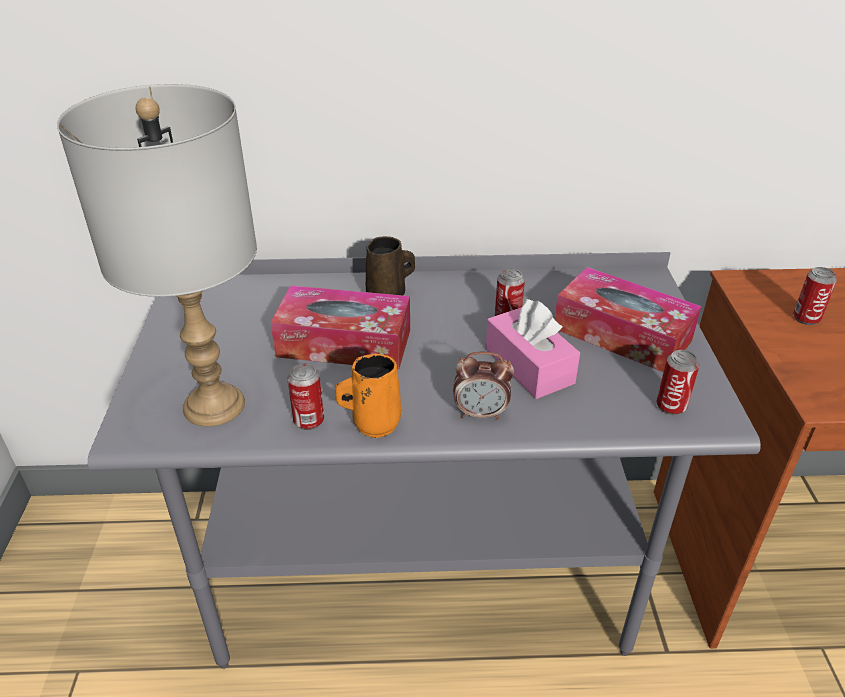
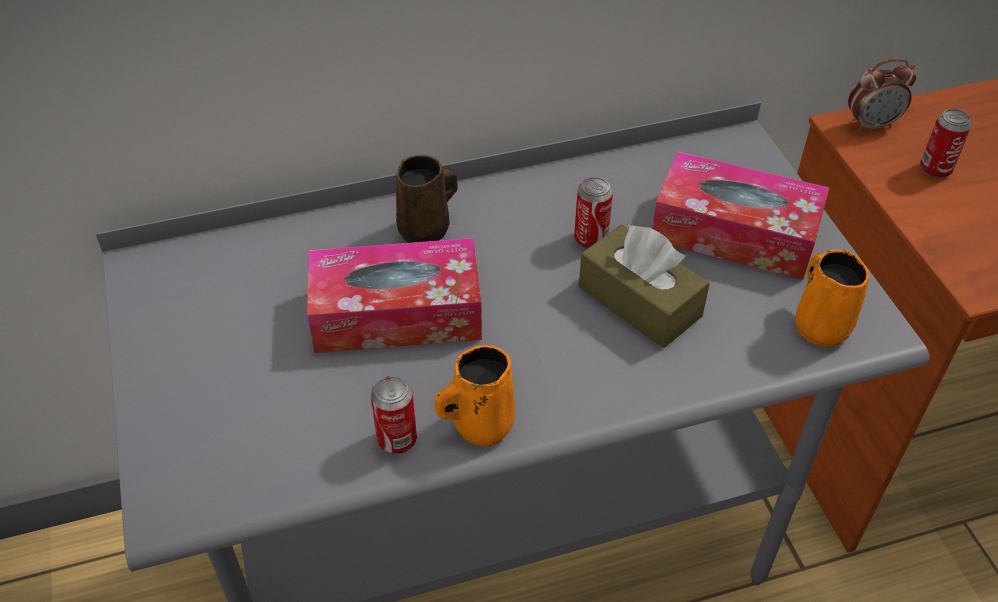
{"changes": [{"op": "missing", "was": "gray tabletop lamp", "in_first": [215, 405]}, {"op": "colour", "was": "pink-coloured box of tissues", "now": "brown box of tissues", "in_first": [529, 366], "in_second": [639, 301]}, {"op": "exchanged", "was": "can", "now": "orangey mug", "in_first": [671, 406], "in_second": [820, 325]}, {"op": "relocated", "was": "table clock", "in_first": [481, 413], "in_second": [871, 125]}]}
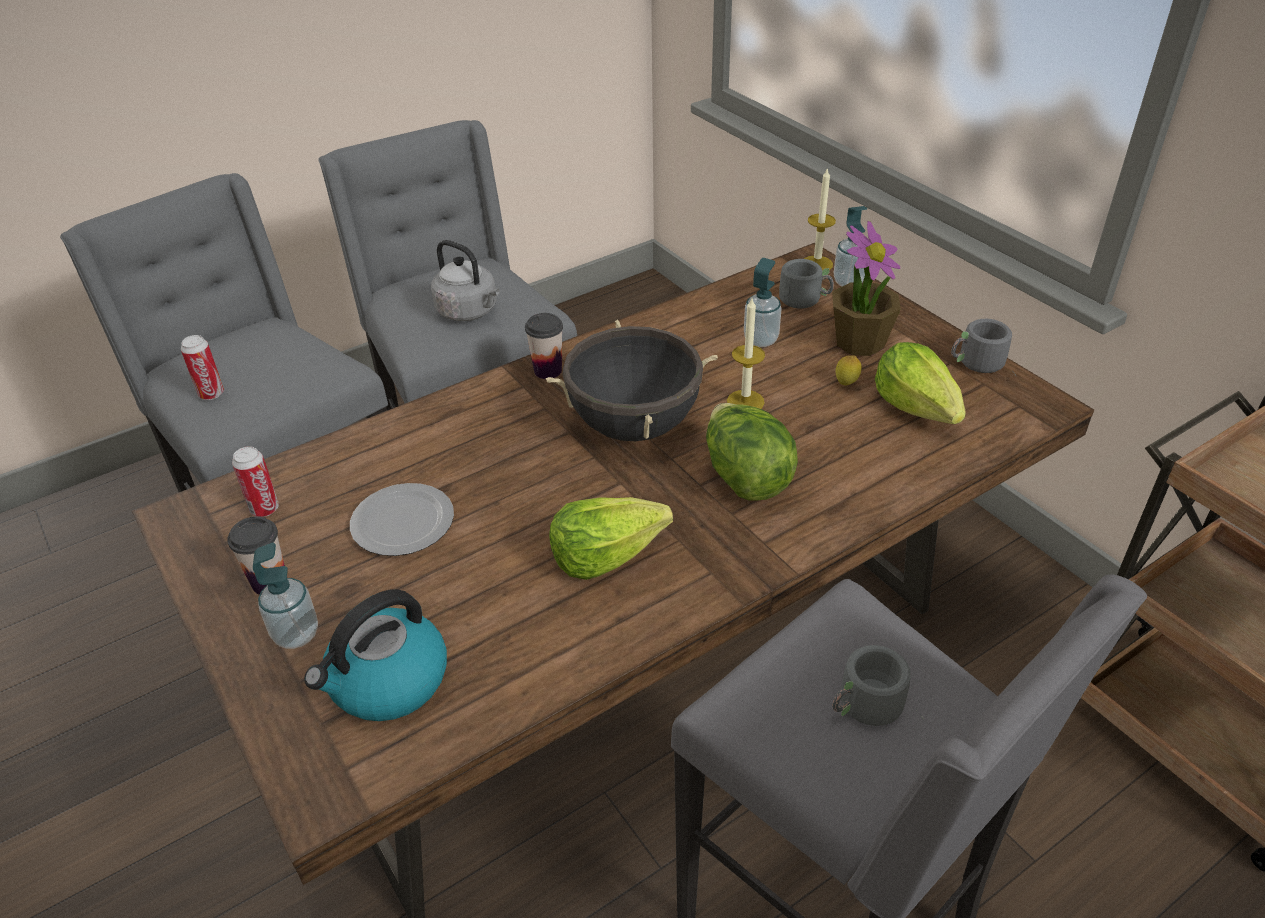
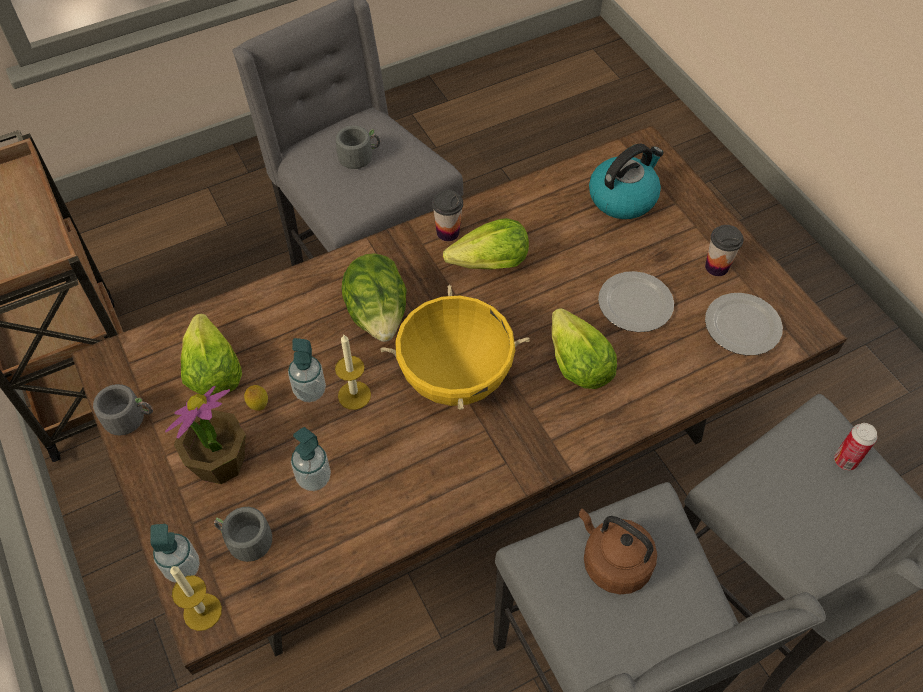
{"changes": [{"op": "colour", "was": "gray kettle", "now": "brown kettle", "in_first": [469, 312], "in_second": [613, 562]}, {"op": "relocated", "was": "small cup", "in_first": [548, 371], "in_second": [448, 232]}, {"op": "colour", "was": "black stockpot", "now": "yellow-coloured stockpot", "in_first": [634, 426], "in_second": [455, 378]}, {"op": "exchanged", "was": "can", "now": "plate", "in_first": [264, 509], "in_second": [743, 327]}, {"op": "relocated", "was": "soap dispenser", "in_first": [296, 634], "in_second": [310, 391]}, {"op": "appeared", "now": "head of lettuce", "in_second": [577, 364]}]}
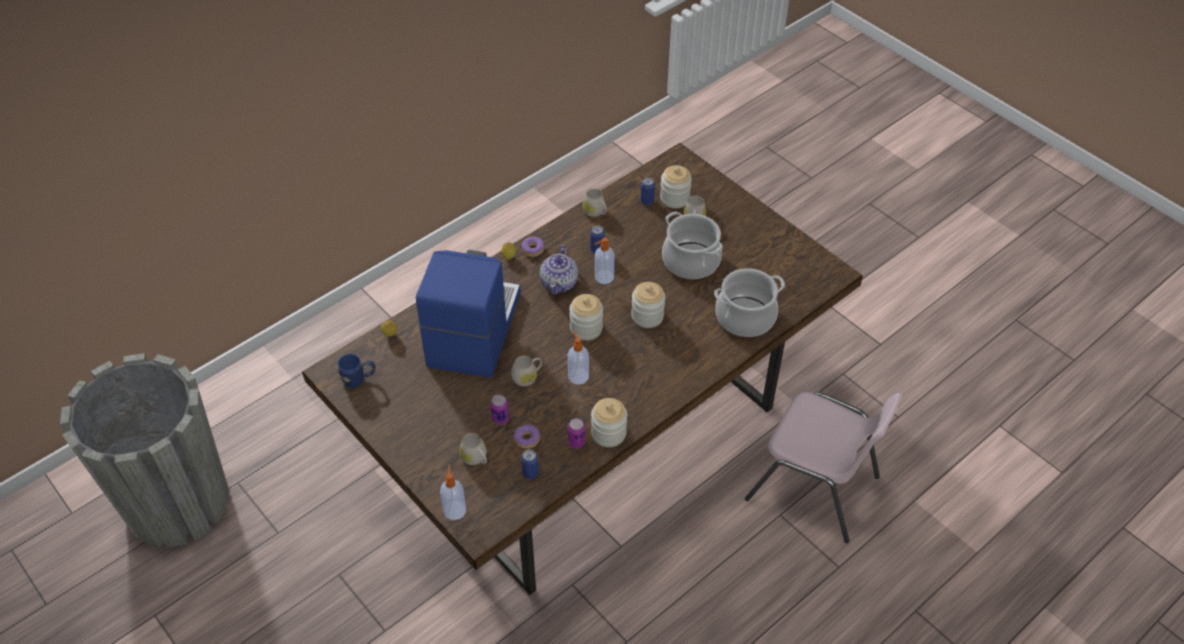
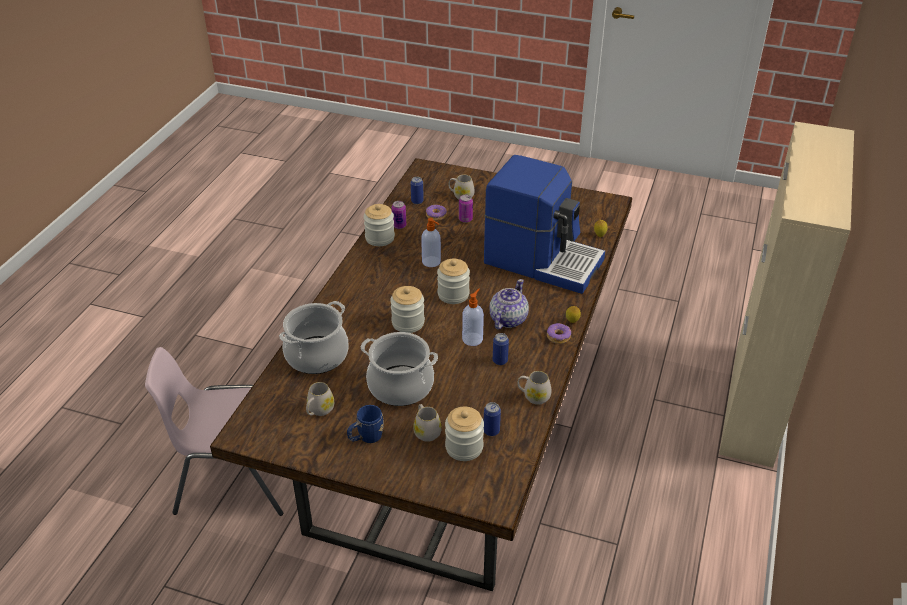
{"changes": [{"op": "spun", "was": "teapot", "in_first": [559, 282], "in_second": [507, 319], "clockwise": 45}, {"op": "spun", "was": "coffee maker", "in_first": [472, 330], "in_second": [543, 260], "clockwise": -45}, {"op": "missing", "was": "gray planter", "in_first": [177, 503]}, {"op": "relocated", "was": "bluish mug", "in_first": [358, 379], "in_second": [366, 438]}, {"op": "relocated", "was": "white-coloured mug", "in_first": [527, 377], "in_second": [319, 411]}, {"op": "missing", "was": "soap dispenser", "in_first": [454, 509]}, {"op": "appeared", "now": "beige-coloured cabinet", "in_second": [753, 404]}]}
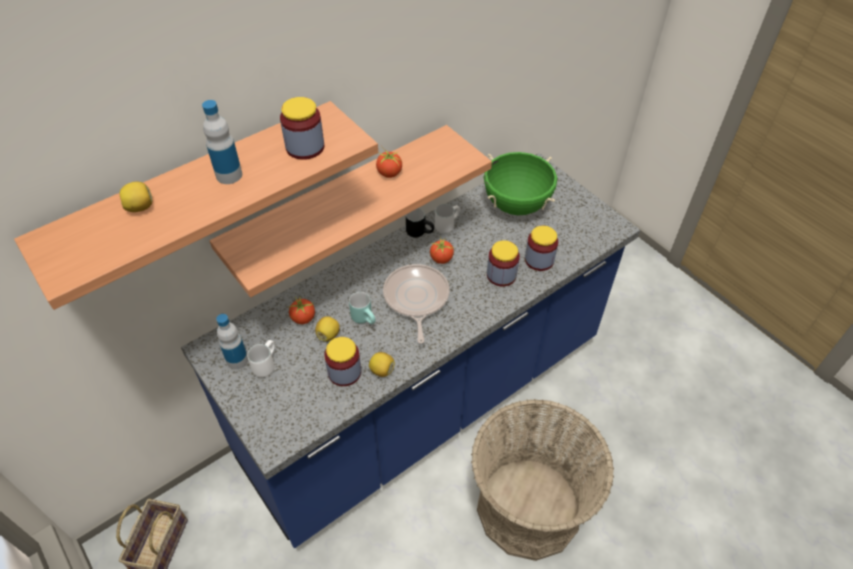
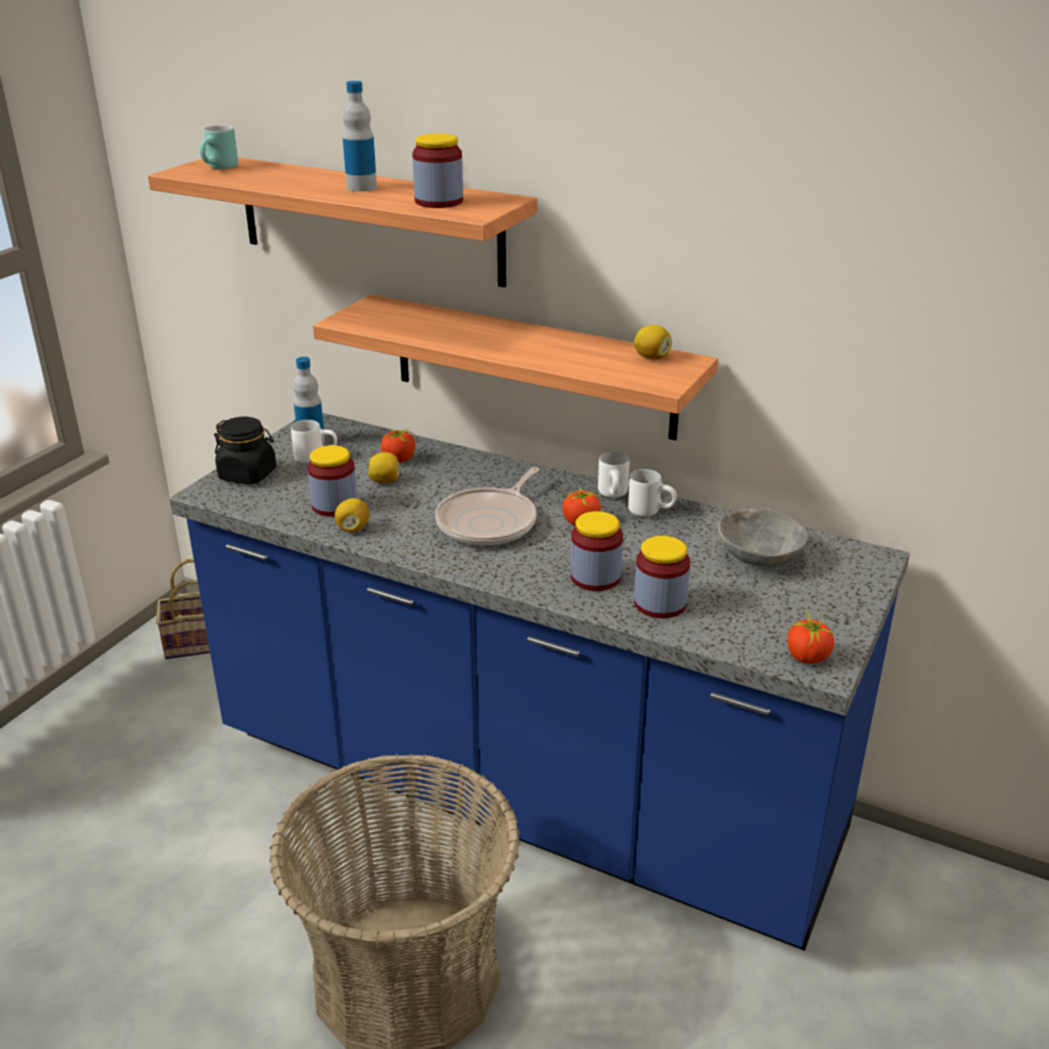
{"changes": [{"op": "relocated", "was": "tomato", "in_first": [389, 173], "in_second": [807, 657]}, {"op": "exchanged", "was": "green-coloured stockpot", "now": "gray deep dish", "in_first": [516, 205], "in_second": [758, 557]}, {"op": "relocated", "was": "whole lemon", "in_first": [140, 207], "in_second": [651, 357]}, {"op": "colour", "was": "black mug", "now": "white-coloured mug", "in_first": [420, 232], "in_second": [615, 495]}, {"op": "spun", "was": "frying pan", "in_first": [416, 299], "in_second": [490, 522], "clockwise": 150}, {"op": "relocated", "was": "turquoise mug", "in_first": [365, 318], "in_second": [221, 168]}, {"op": "appeared", "now": "black preserve jar", "in_second": [248, 475]}]}
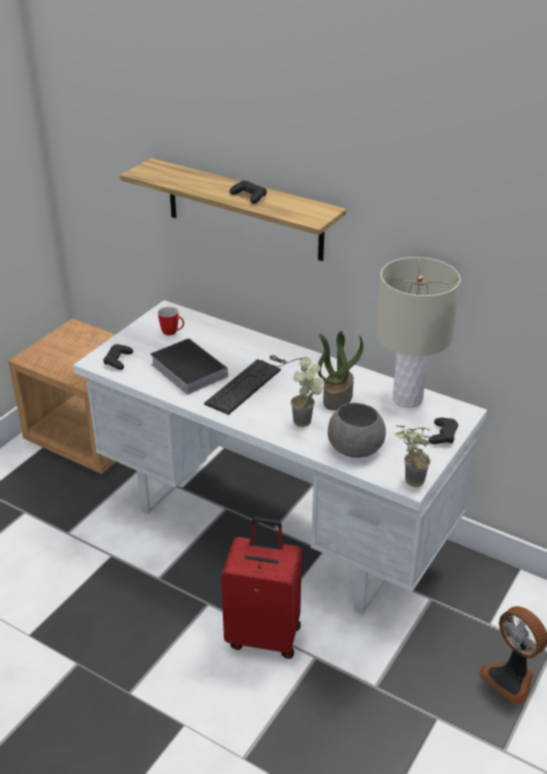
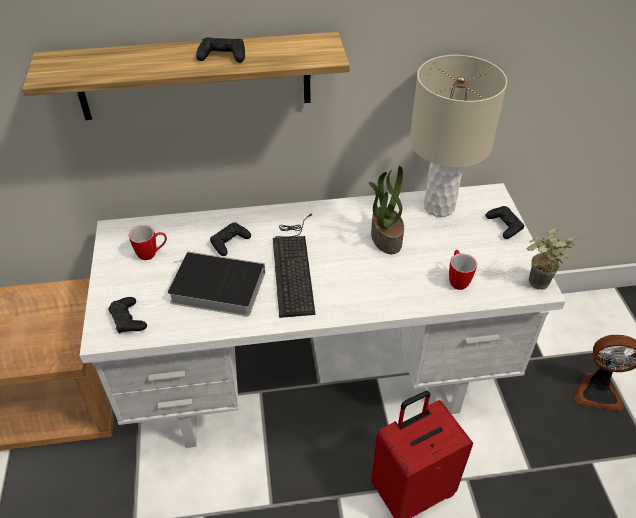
{"changes": [{"op": "missing", "was": "potted plant", "in_first": [308, 423]}, {"op": "exchanged", "was": "gray deep dish", "now": "mug", "in_first": [354, 447], "in_second": [457, 279]}, {"op": "appeared", "now": "black gamepad", "in_second": [229, 242]}]}
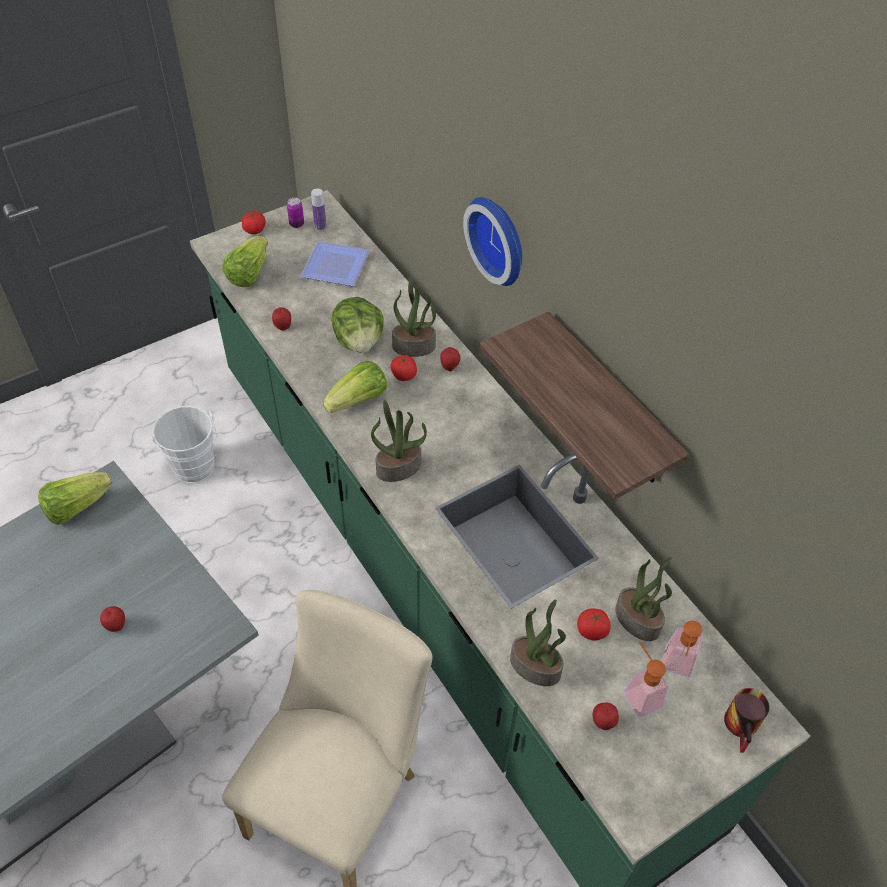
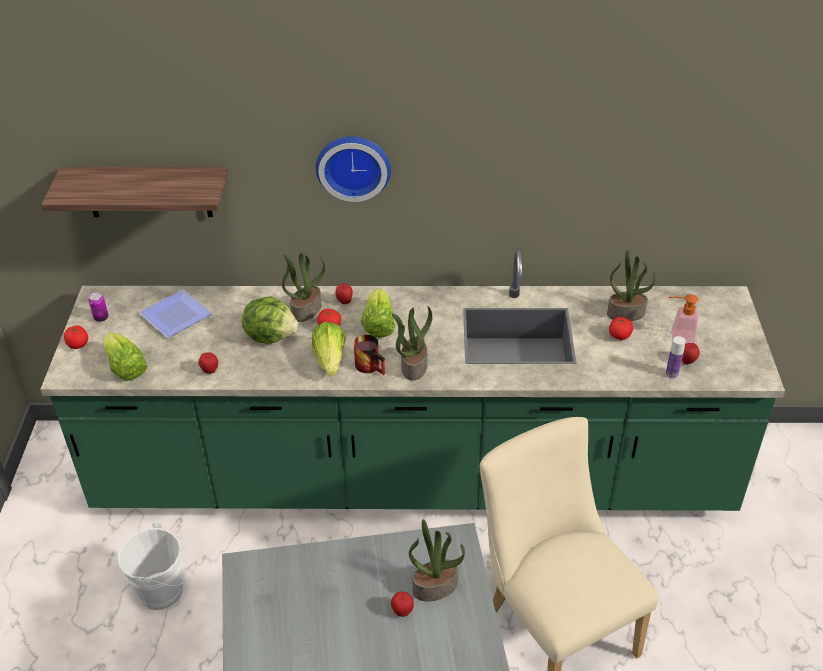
{"changes": [{"op": "relocated", "was": "beverage bottle", "in_first": [320, 227], "in_second": [671, 374]}, {"op": "relocated", "was": "wall shelf", "in_first": [609, 404], "in_second": [148, 192]}, {"op": "relocated", "was": "head of lettuce", "in_first": [77, 506], "in_second": [378, 325]}, {"op": "relocated", "was": "potted plant", "in_first": [536, 666], "in_second": [435, 586]}, {"op": "missing", "was": "soap dispenser", "in_first": [676, 667]}, {"op": "relocated", "was": "mug", "in_first": [744, 728], "in_second": [372, 366]}]}
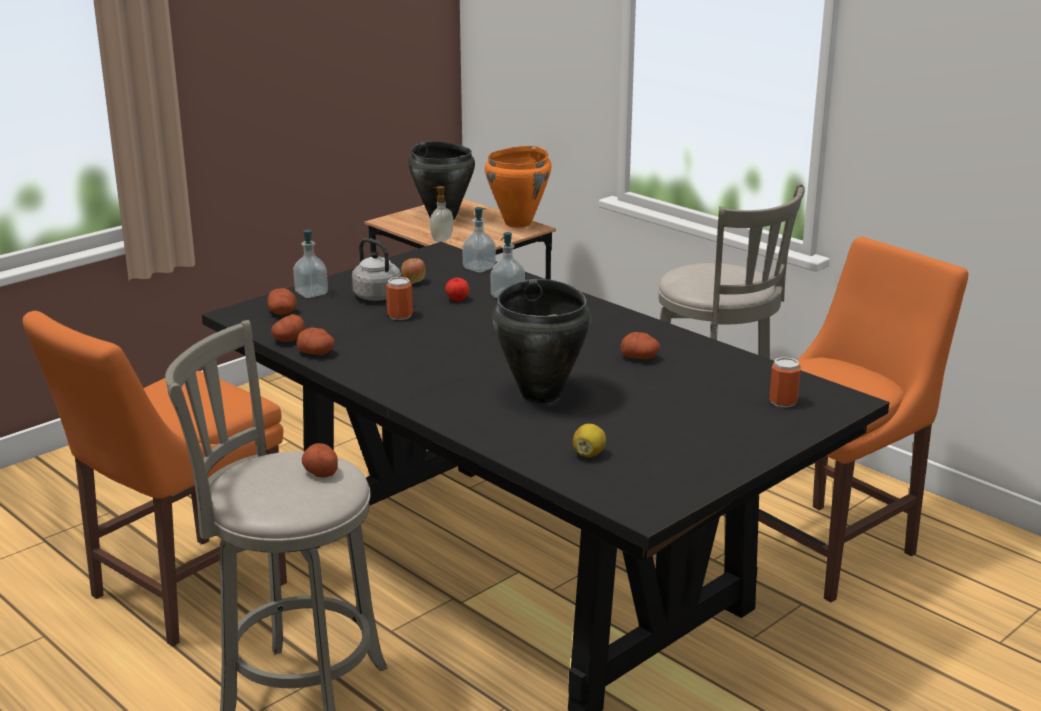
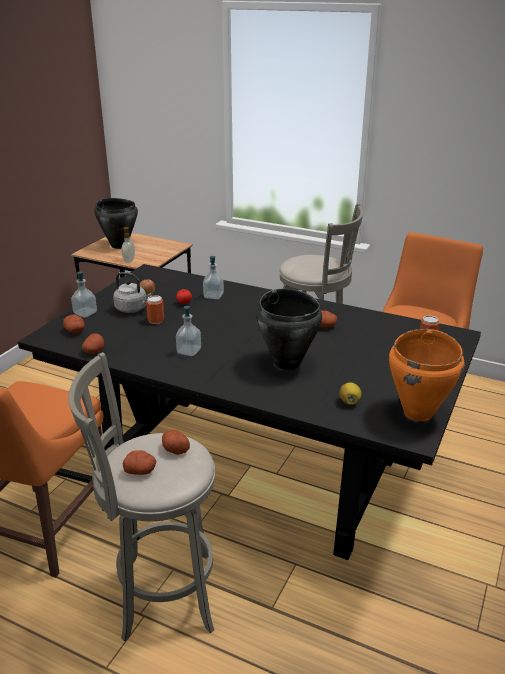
{"changes": [{"op": "relocated", "was": "orangey stockpot", "in_first": [519, 223], "in_second": [419, 412]}, {"op": "relocated", "was": "soap dispenser", "in_first": [479, 268], "in_second": [189, 351]}, {"op": "relocated", "was": "potato", "in_first": [317, 353], "in_second": [141, 470]}]}
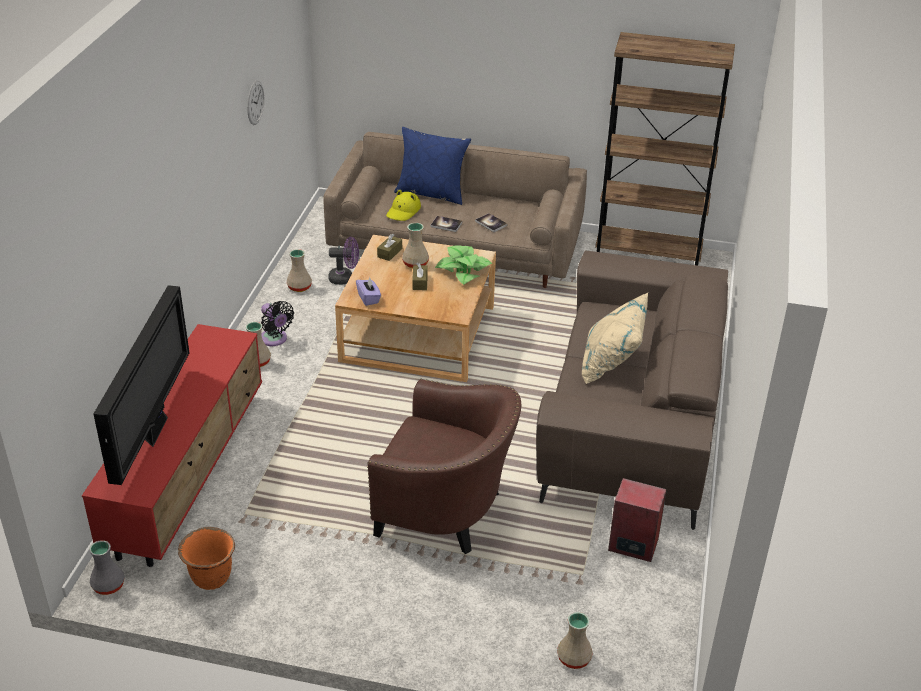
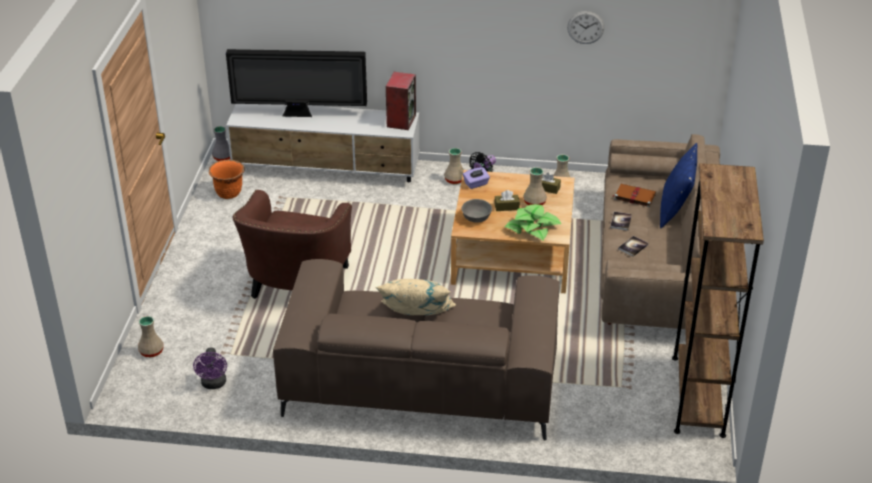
{"changes": [{"op": "exchanged", "was": "yellow-coloured hat", "now": "brown bound book", "in_first": [403, 211], "in_second": [634, 196]}, {"op": "relocated", "was": "purple cooling fan", "in_first": [345, 278], "in_second": [213, 384]}, {"op": "colour", "was": "reddish media console", "now": "white-coloured media console", "in_first": [188, 472], "in_second": [327, 169]}, {"op": "relocated", "was": "speaker", "in_first": [632, 545], "in_second": [401, 120]}, {"op": "appeared", "now": "gray deep dish", "in_second": [476, 218]}]}
